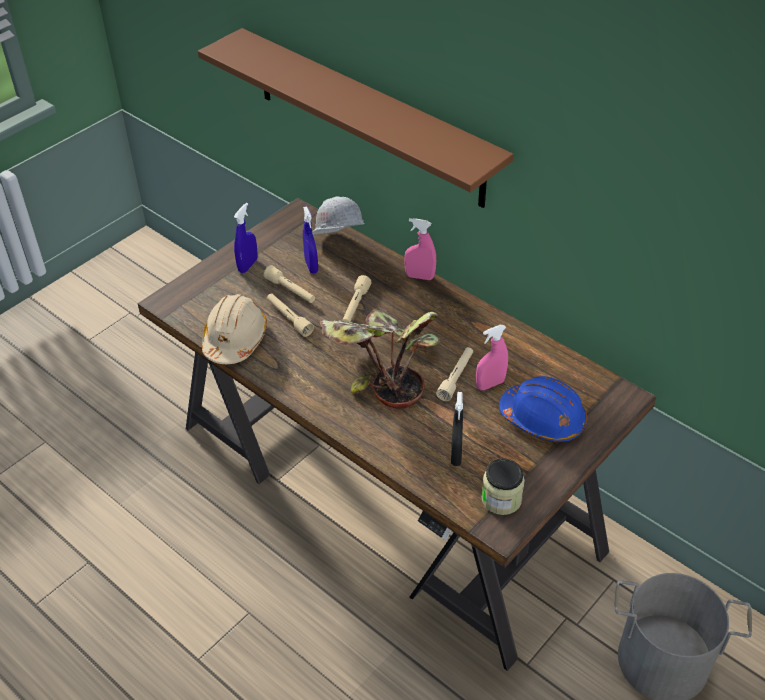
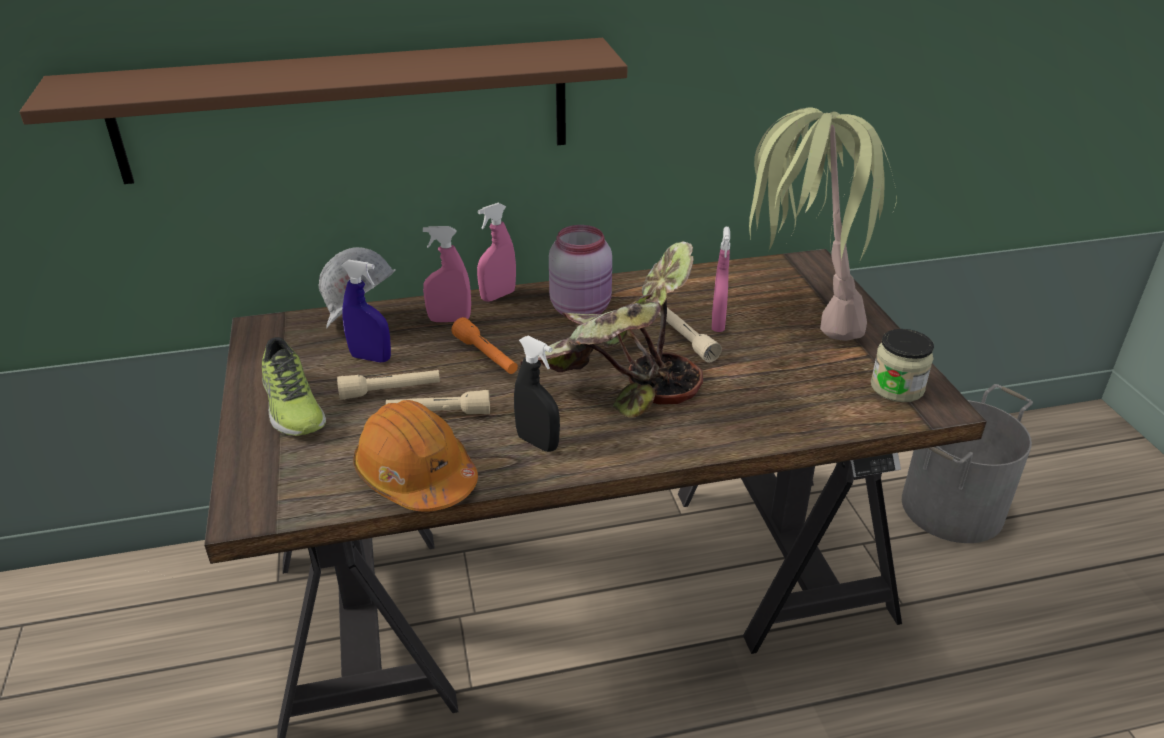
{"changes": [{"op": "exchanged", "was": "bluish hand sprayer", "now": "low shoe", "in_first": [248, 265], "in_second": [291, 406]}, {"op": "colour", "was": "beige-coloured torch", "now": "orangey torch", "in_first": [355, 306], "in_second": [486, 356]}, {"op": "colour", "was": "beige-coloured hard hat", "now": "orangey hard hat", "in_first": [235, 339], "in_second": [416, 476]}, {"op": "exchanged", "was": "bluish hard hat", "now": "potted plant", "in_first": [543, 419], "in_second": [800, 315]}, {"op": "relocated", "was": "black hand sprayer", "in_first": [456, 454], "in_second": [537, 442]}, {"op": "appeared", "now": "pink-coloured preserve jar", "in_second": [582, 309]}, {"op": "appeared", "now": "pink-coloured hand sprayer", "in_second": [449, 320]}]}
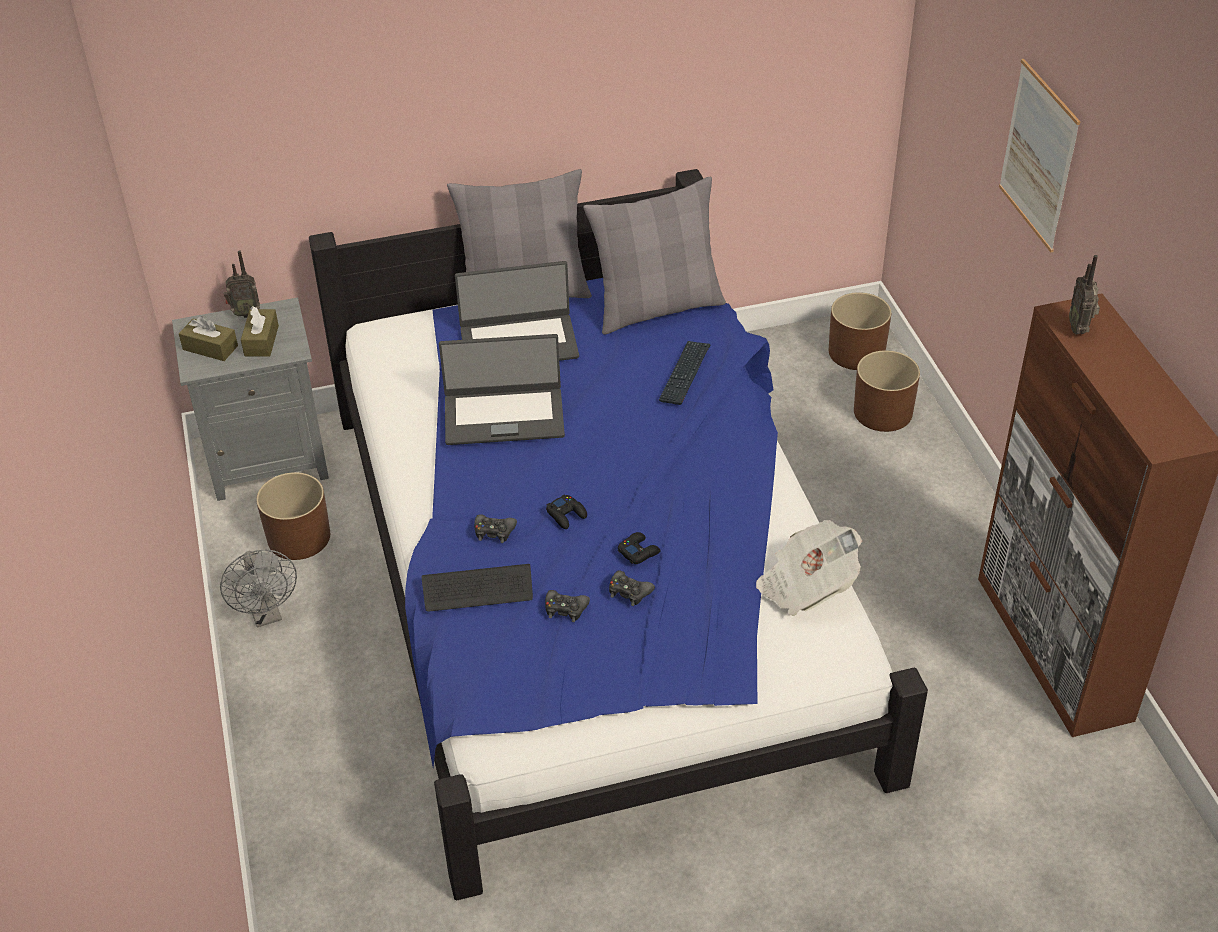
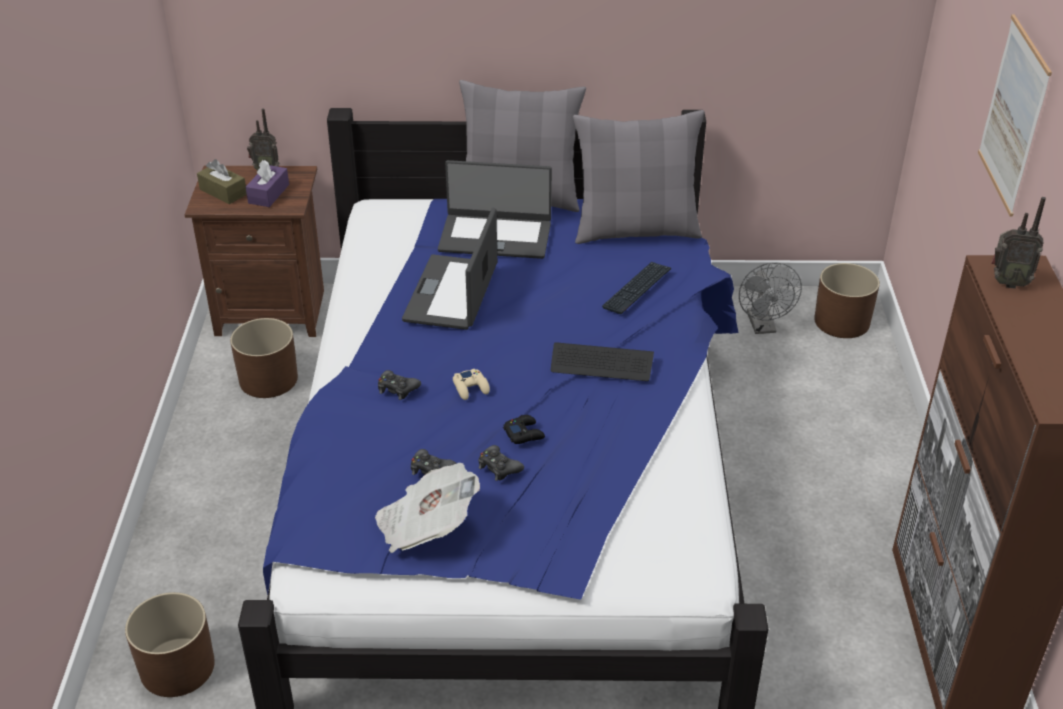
{"changes": [{"op": "spun", "was": "radio receiver", "in_first": [1079, 328], "in_second": [1007, 282], "clockwise": -90}, {"op": "colour", "was": "gray night table", "now": "brown night table", "in_first": [268, 459], "in_second": [272, 311]}, {"op": "colour", "was": "brown box of tissues", "now": "purple box of tissues", "in_first": [261, 341], "in_second": [268, 194]}, {"op": "spun", "was": "laptop", "in_first": [504, 415], "in_second": [453, 293], "clockwise": 90}, {"op": "relocated", "was": "brown planter", "in_first": [883, 412], "in_second": [178, 667]}, {"op": "colour", "was": "black gamepad", "now": "beige-coloured gamepad", "in_first": [566, 515], "in_second": [471, 388]}, {"op": "relocated", "was": "newspaper", "in_first": [806, 585], "in_second": [426, 527]}, {"op": "relocated", "was": "gray cooling fan", "in_first": [267, 614], "in_second": [763, 327]}, {"op": "relocated", "was": "keyboard", "in_first": [477, 589], "in_second": [601, 364]}]}
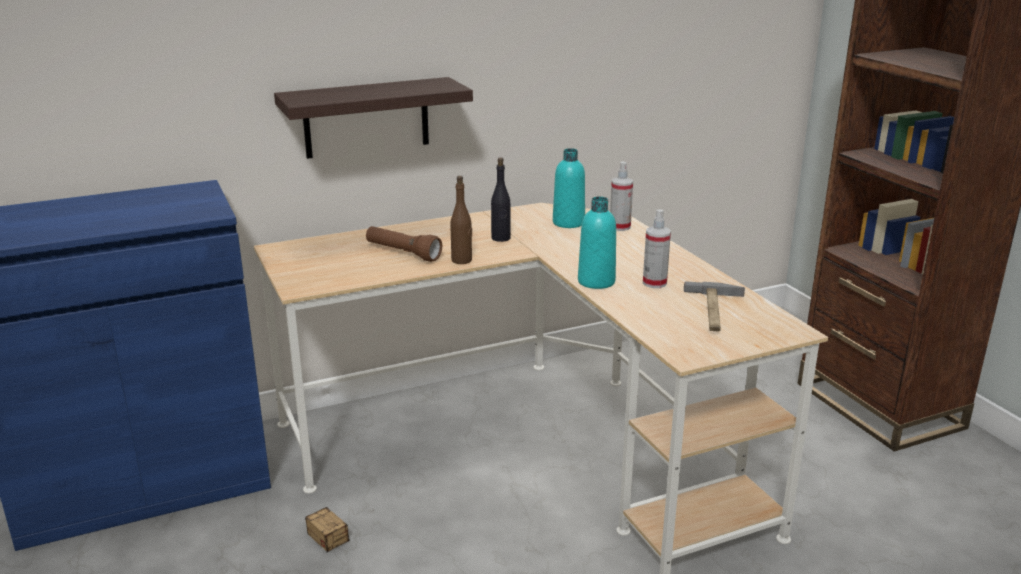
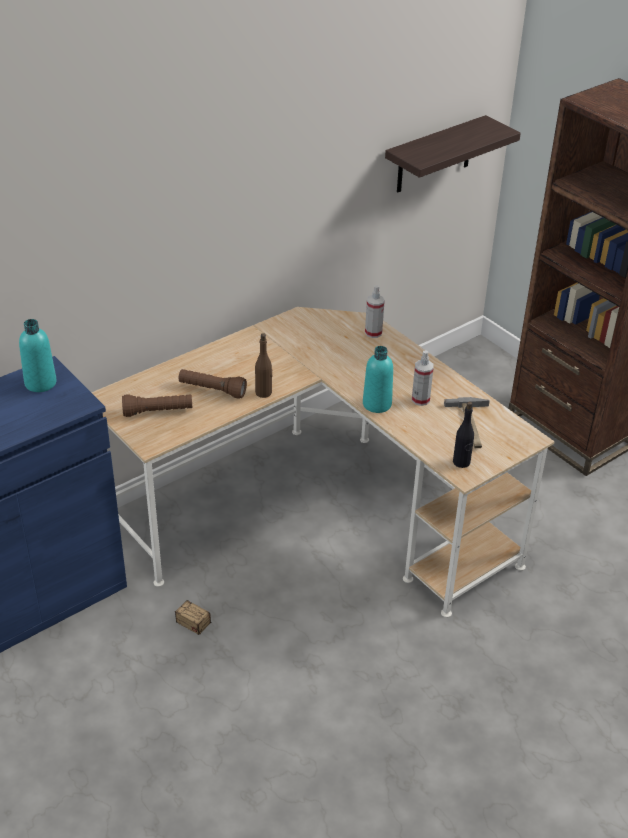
{"changes": [{"op": "relocated", "was": "wall shelf", "in_first": [366, 118], "in_second": [434, 155]}, {"op": "relocated", "was": "turquoise beverage bottle", "in_first": [568, 223], "in_second": [40, 383]}, {"op": "relocated", "was": "black beverage bottle", "in_first": [501, 238], "in_second": [461, 462]}, {"op": "appeared", "now": "brown torch", "in_second": [158, 412]}]}
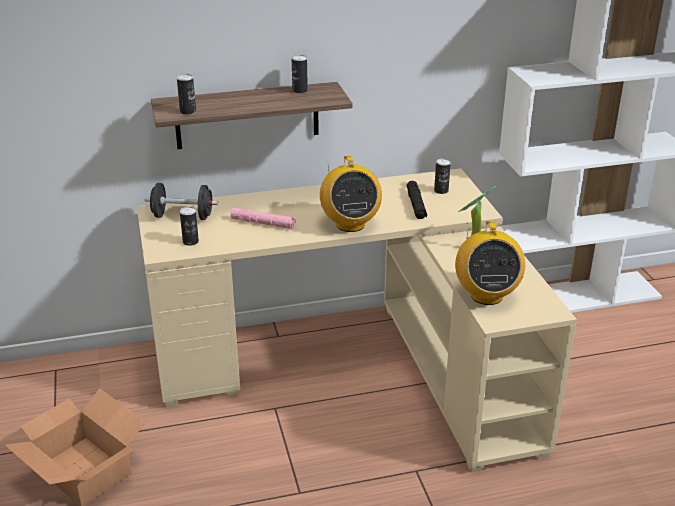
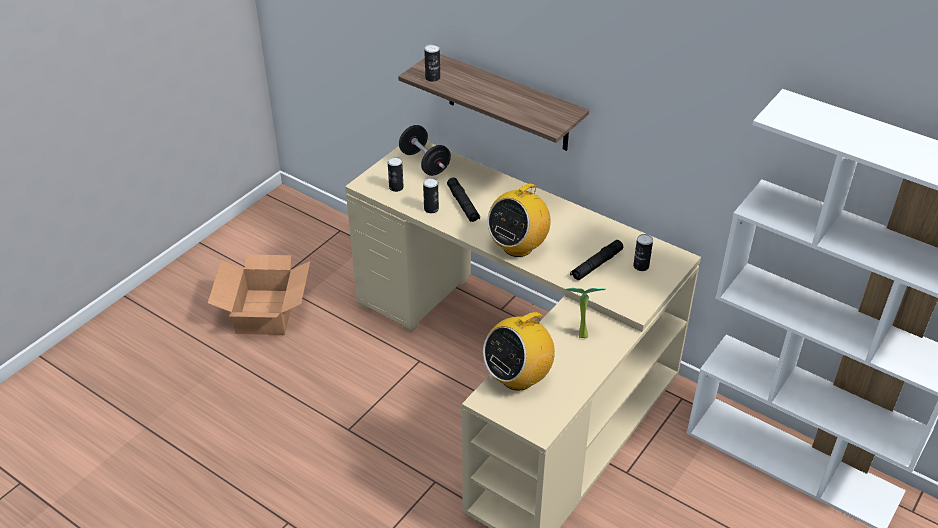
{"changes": [{"op": "relocated", "was": "can", "in_first": [300, 91], "in_second": [431, 209]}, {"op": "colour", "was": "pink-coloured torch", "now": "black torch", "in_first": [263, 223], "in_second": [463, 204]}]}
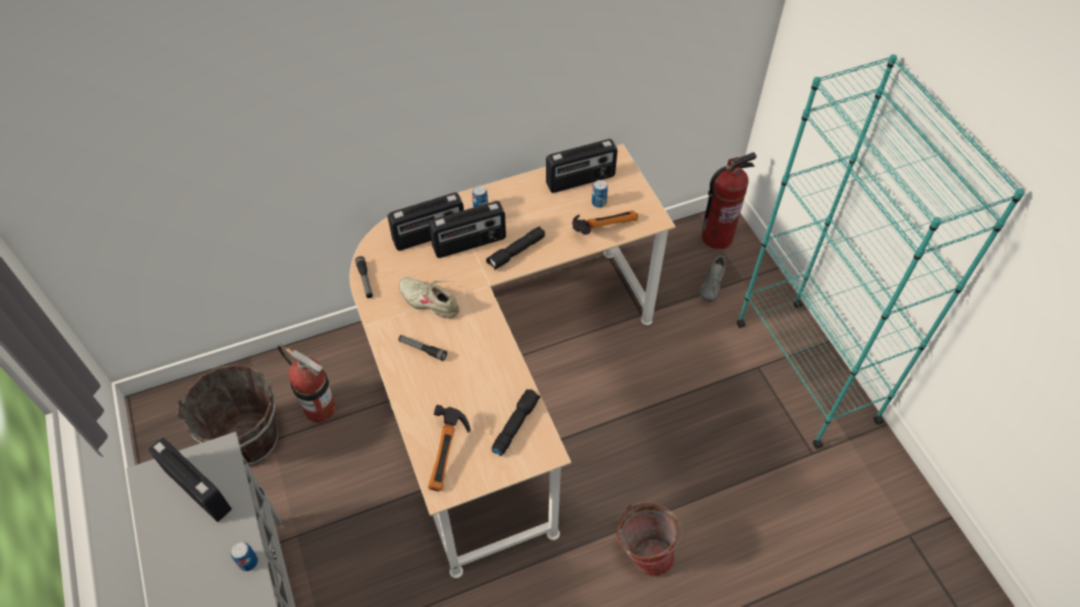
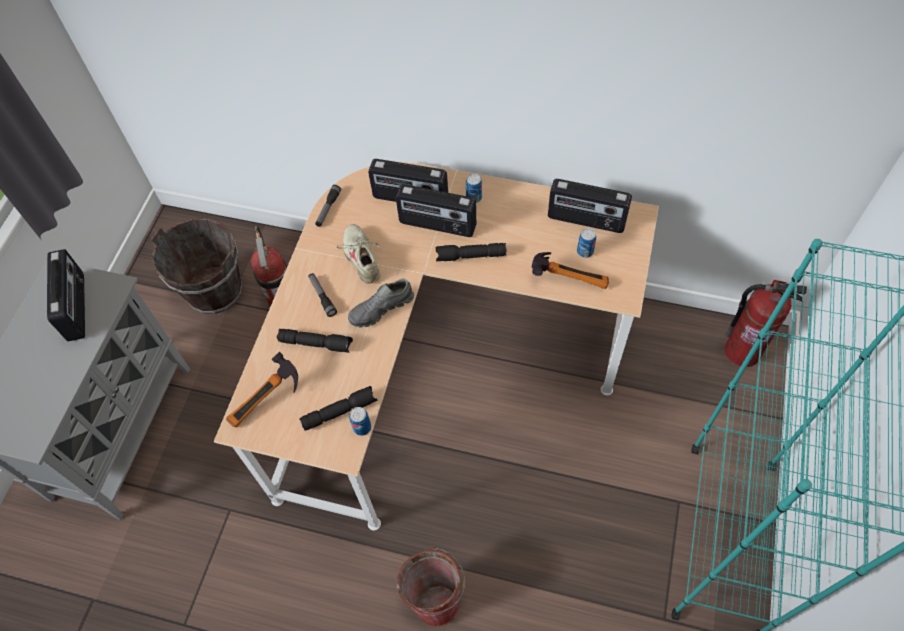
{"changes": [{"op": "relocated", "was": "gray low shoe", "in_first": [712, 285], "in_second": [381, 309]}, {"op": "relocated", "was": "can", "in_first": [248, 562], "in_second": [362, 427]}, {"op": "appeared", "now": "black torch", "in_second": [316, 343]}]}
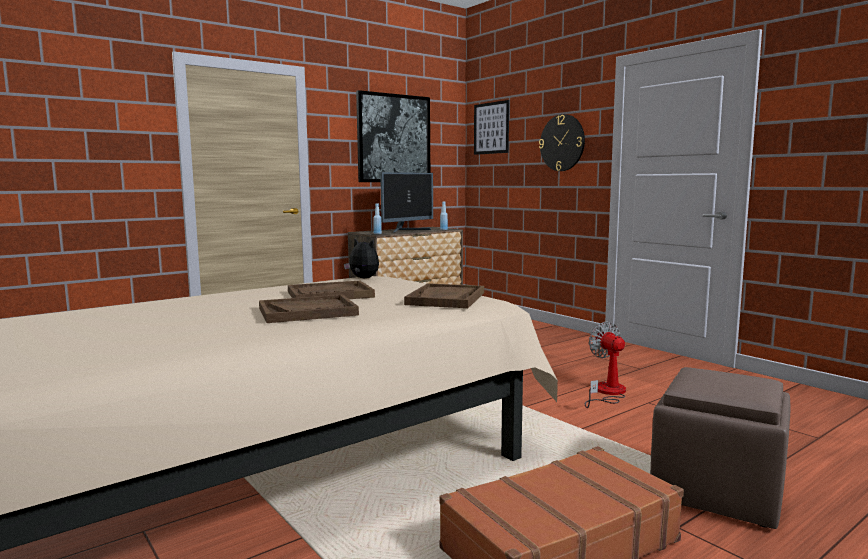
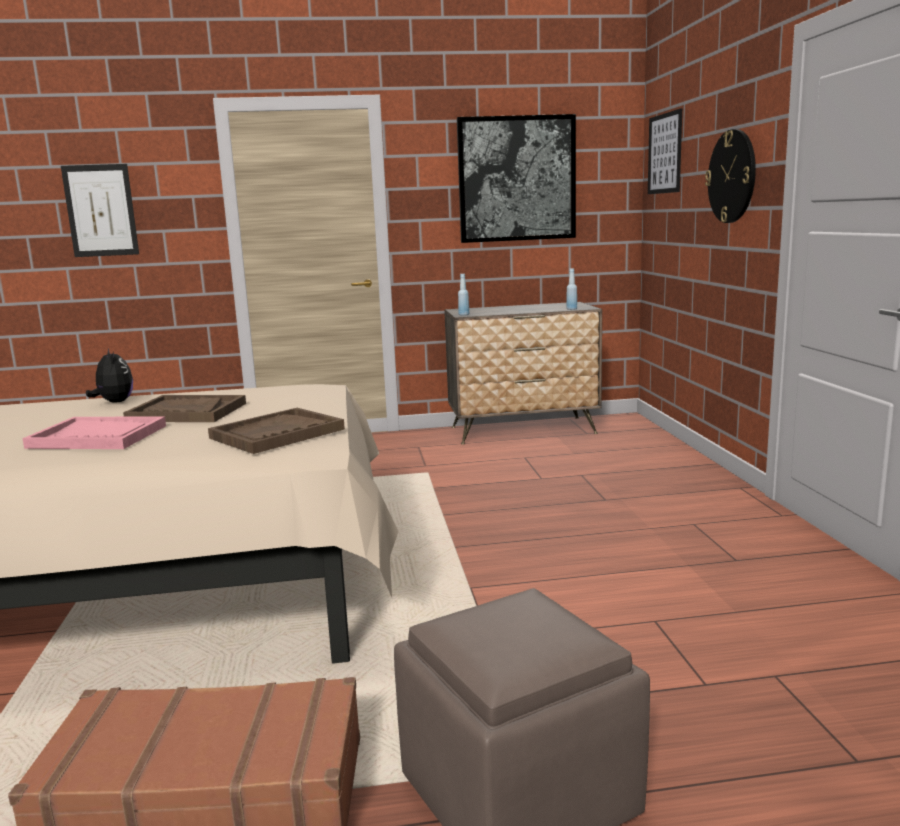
{"changes": [{"op": "missing", "was": "computer display", "in_first": [406, 230]}, {"op": "relocated", "was": "soft toy", "in_first": [363, 278], "in_second": [114, 402]}, {"op": "colour", "was": "brown carrying tray", "now": "pink-coloured carrying tray", "in_first": [308, 312], "in_second": [98, 437]}, {"op": "missing", "was": "cooling fan", "in_first": [607, 393]}, {"op": "appeared", "now": "wall art", "in_second": [101, 210]}]}
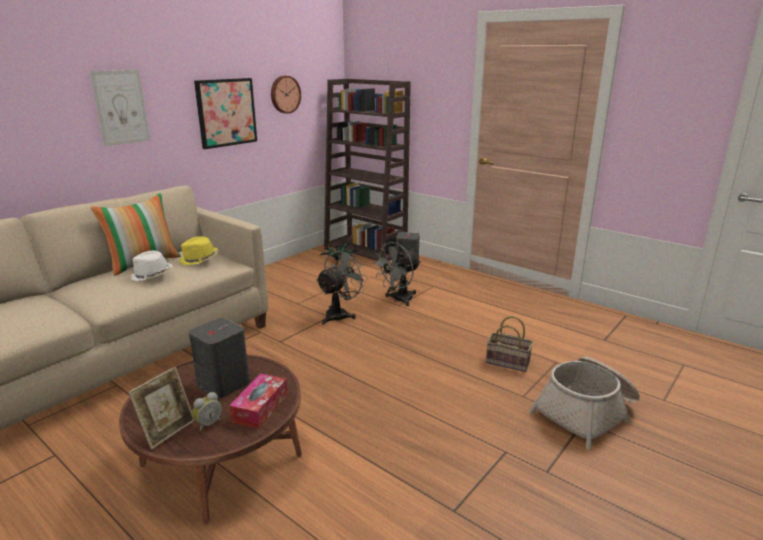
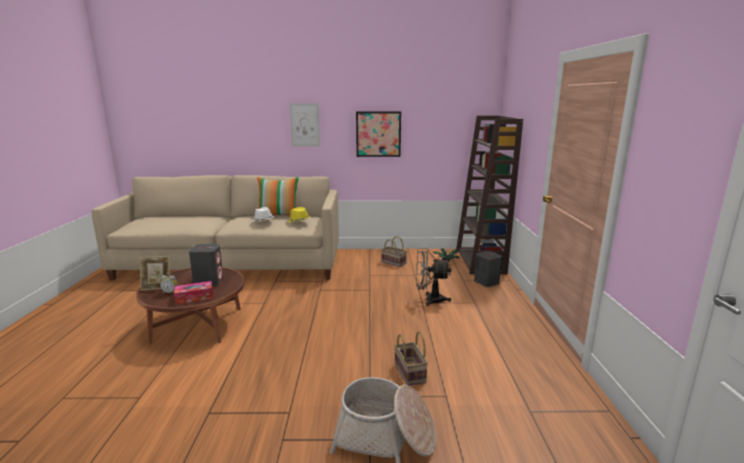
{"changes": [{"op": "missing", "was": "hanging clock", "in_first": [284, 94]}, {"op": "missing", "was": "gray cooling fan", "in_first": [340, 314]}, {"op": "appeared", "now": "household basket", "in_second": [394, 263]}]}
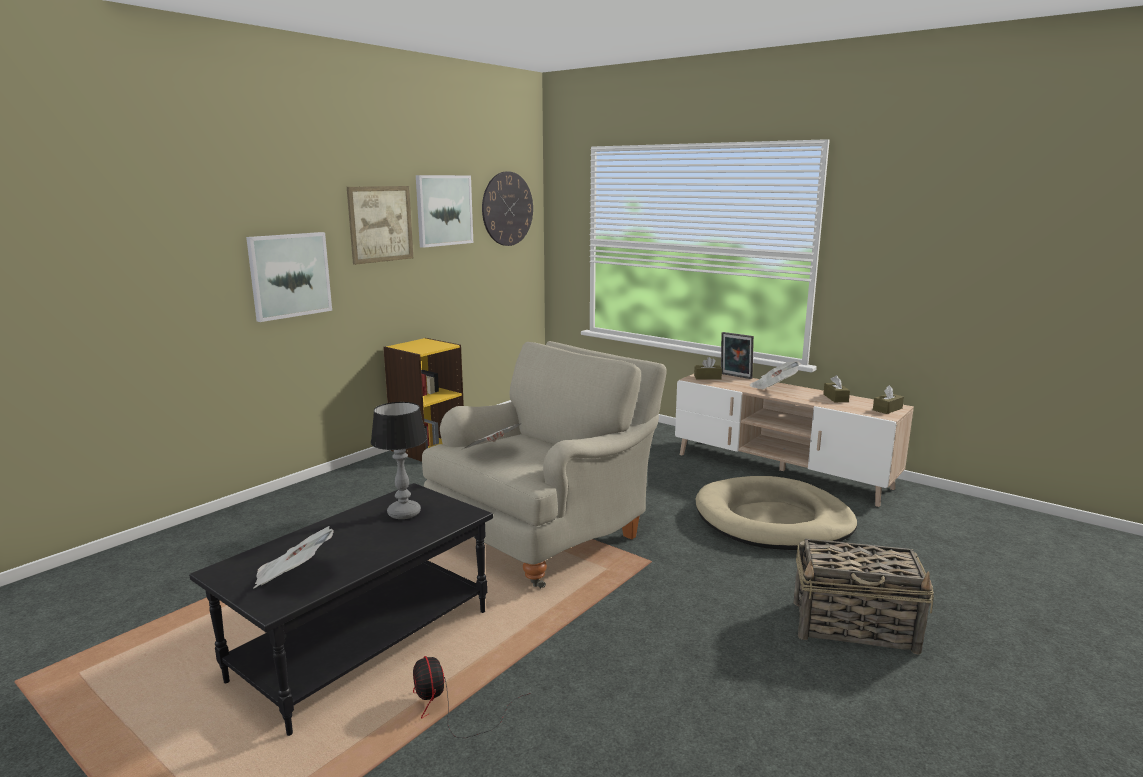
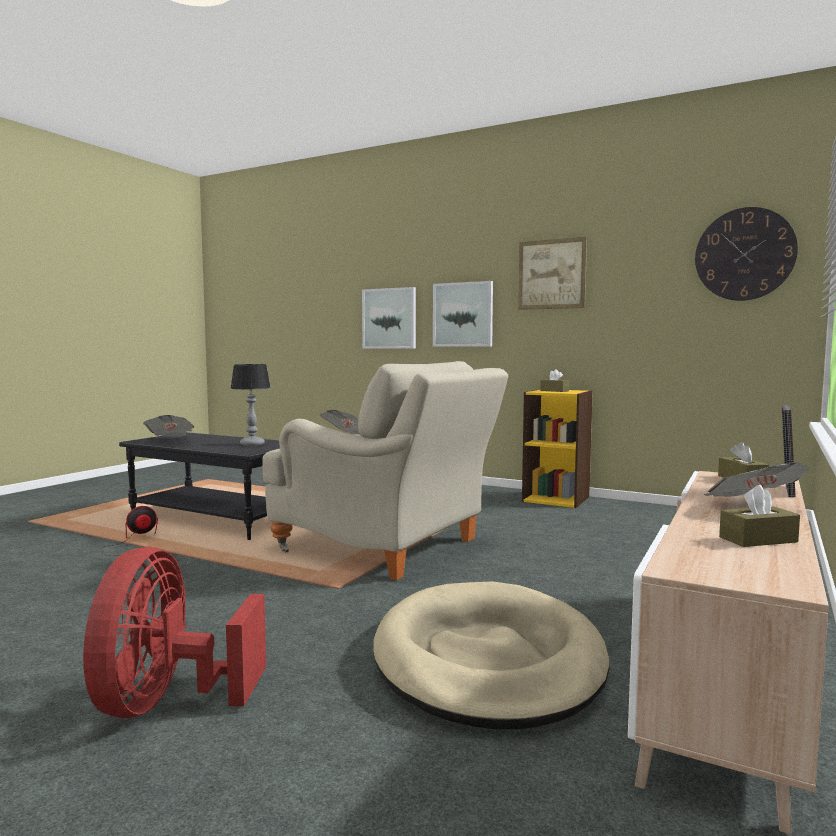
{"changes": [{"op": "relocated", "was": "wall art", "in_first": [444, 210], "in_second": [389, 318]}, {"op": "relocated", "was": "brown box of tissues", "in_first": [887, 409], "in_second": [554, 391]}, {"op": "exchanged", "was": "household basket", "now": "reddish cooling fan", "in_first": [855, 626], "in_second": [167, 702]}]}
